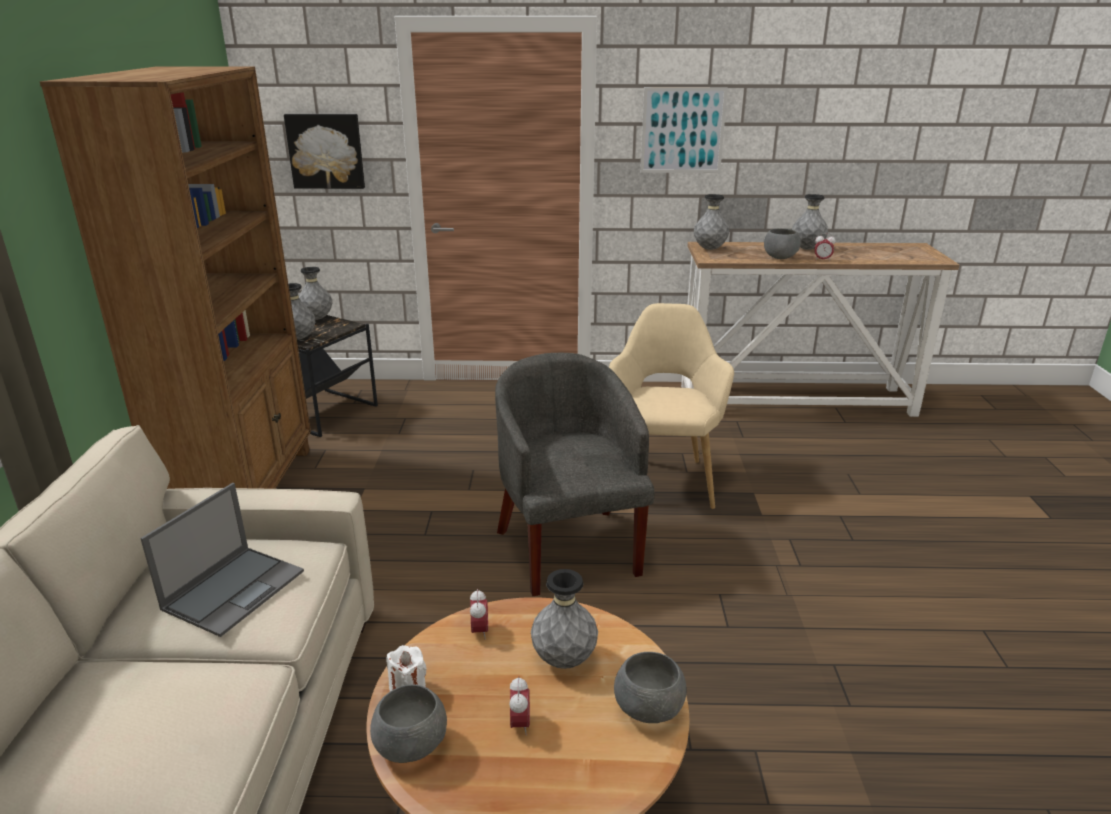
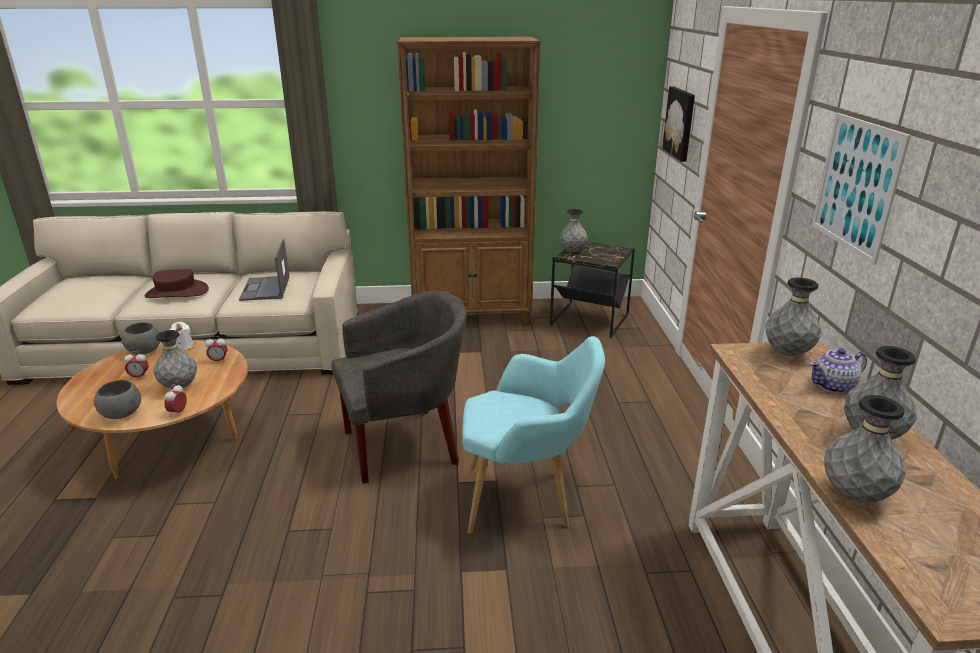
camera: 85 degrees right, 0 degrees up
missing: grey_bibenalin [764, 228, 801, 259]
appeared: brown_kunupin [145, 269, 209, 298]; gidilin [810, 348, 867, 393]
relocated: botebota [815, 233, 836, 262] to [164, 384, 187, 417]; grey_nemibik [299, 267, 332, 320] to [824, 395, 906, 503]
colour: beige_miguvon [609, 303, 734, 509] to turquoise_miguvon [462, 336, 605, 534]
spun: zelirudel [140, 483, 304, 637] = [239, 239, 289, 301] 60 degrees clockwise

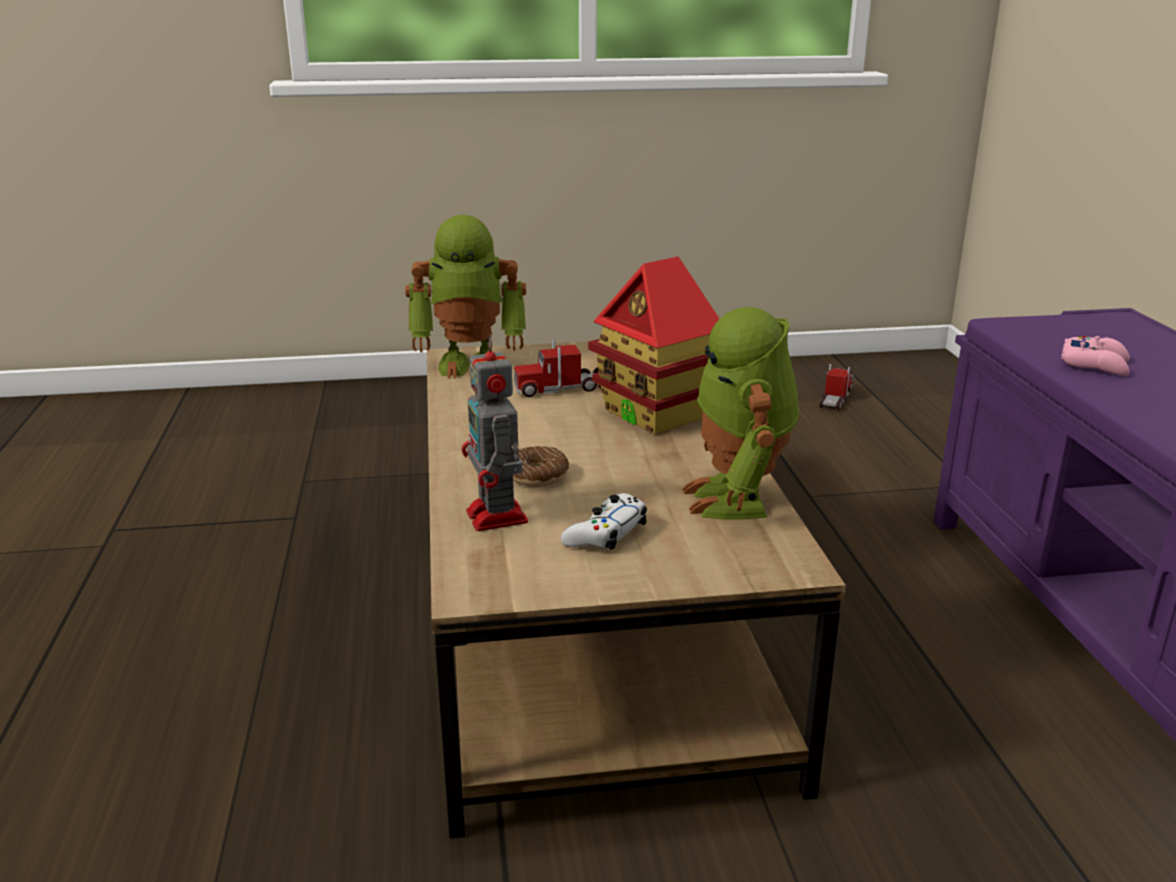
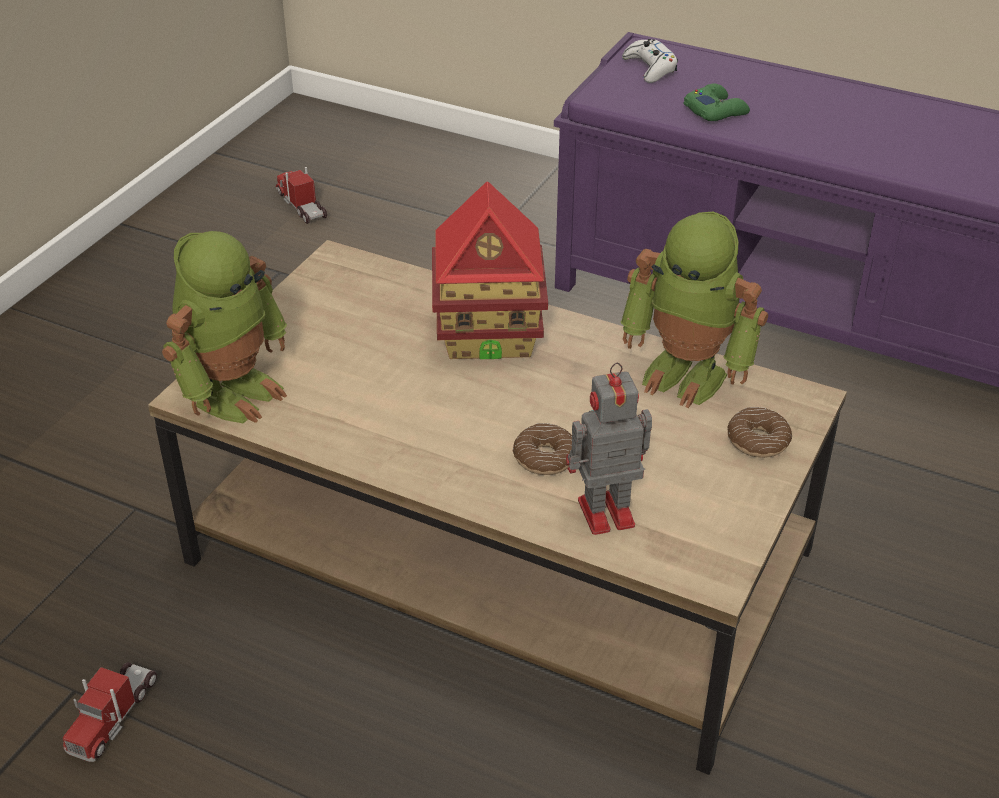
camera: 55 degrees left, 15 degrees up
appeared: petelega [728, 407, 792, 458]
relocated: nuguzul [514, 338, 601, 397] to [63, 662, 157, 762]; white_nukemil [561, 493, 647, 550] to [622, 39, 678, 83]
colour: pink_nukemil [1061, 336, 1130, 376] to green_nukemil [684, 84, 750, 121]
spun: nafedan [462, 334, 528, 531] = [566, 363, 652, 535] 150 degrees clockwise

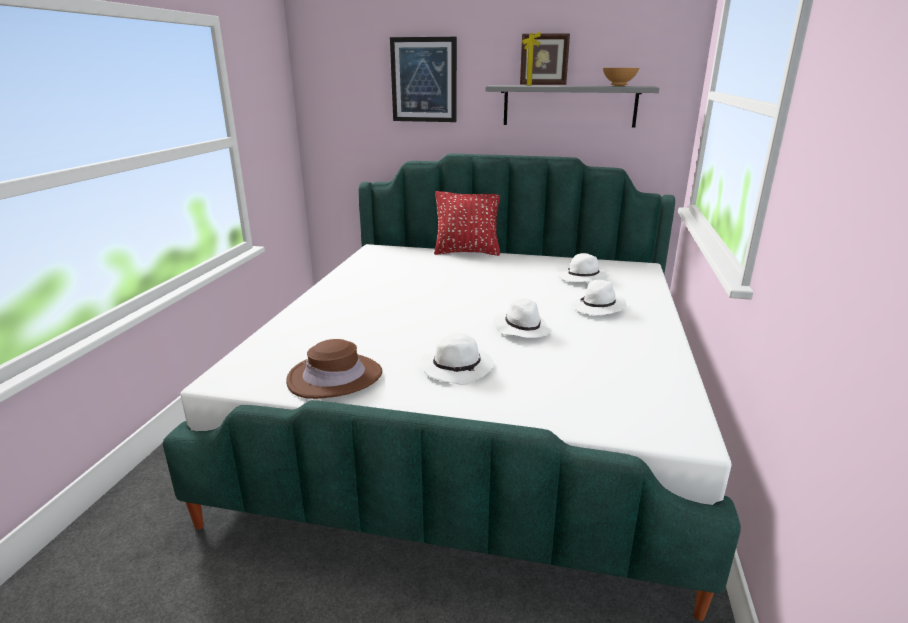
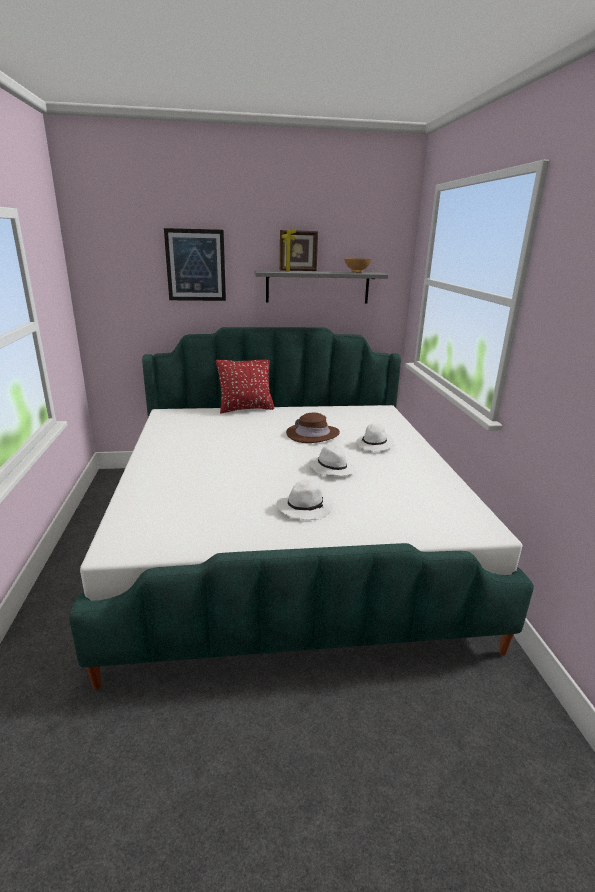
camera: 20 degrees left, 0 degrees up
missing: white_kunupin [558, 253, 609, 282]
relocated: brown_kunupin [286, 339, 382, 399] to [286, 413, 340, 443]

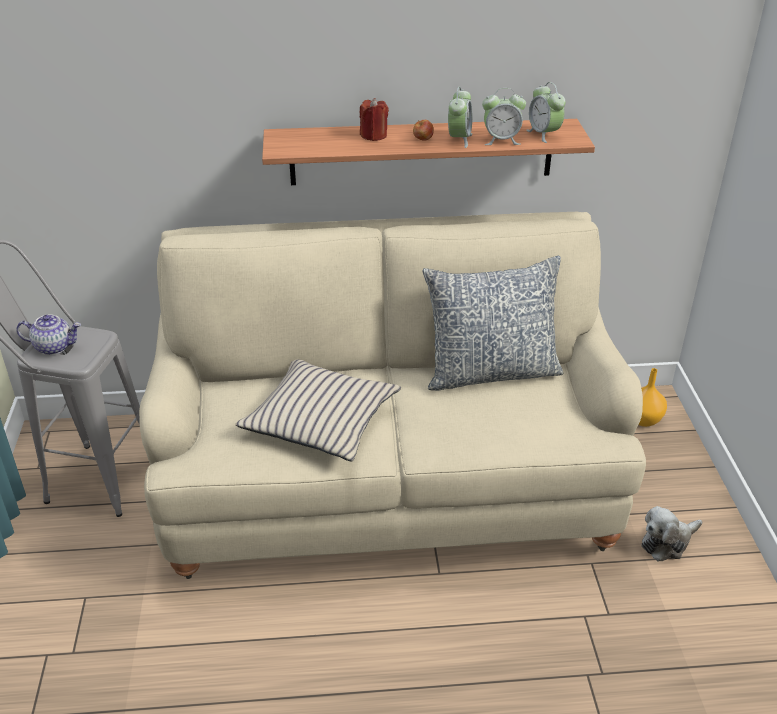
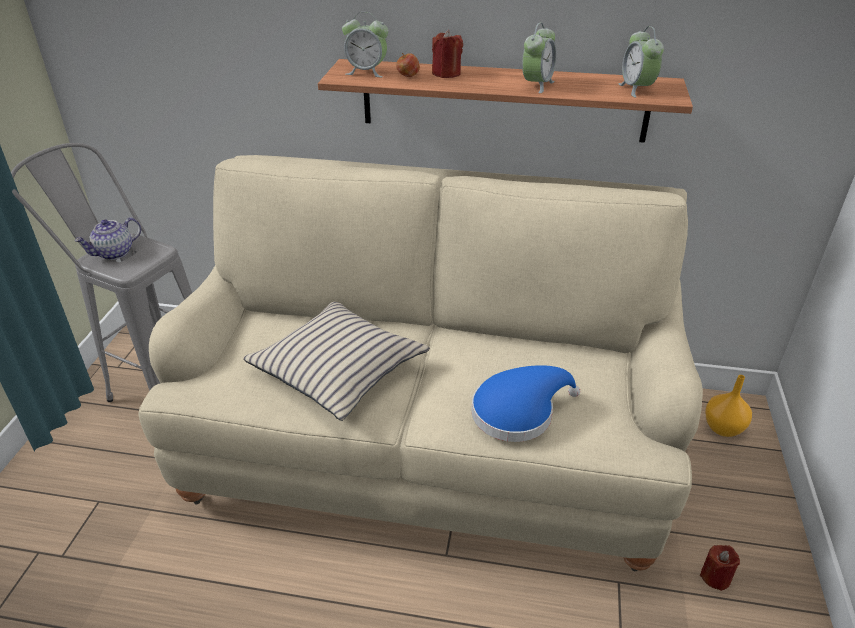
camera: 15 degrees right, 0 degrees up
missing: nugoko [422, 256, 563, 391]
appeared: blue_kunupin [472, 365, 580, 442]
relocated: botebota [482, 88, 526, 145] to [342, 12, 388, 77]; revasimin [413, 120, 434, 141] to [396, 53, 420, 77]
exchanged: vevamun [641, 506, 702, 561] to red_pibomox [700, 545, 740, 591]
spun: gidilin [16, 315, 81, 355] = [74, 218, 141, 260] 120 degrees clockwise

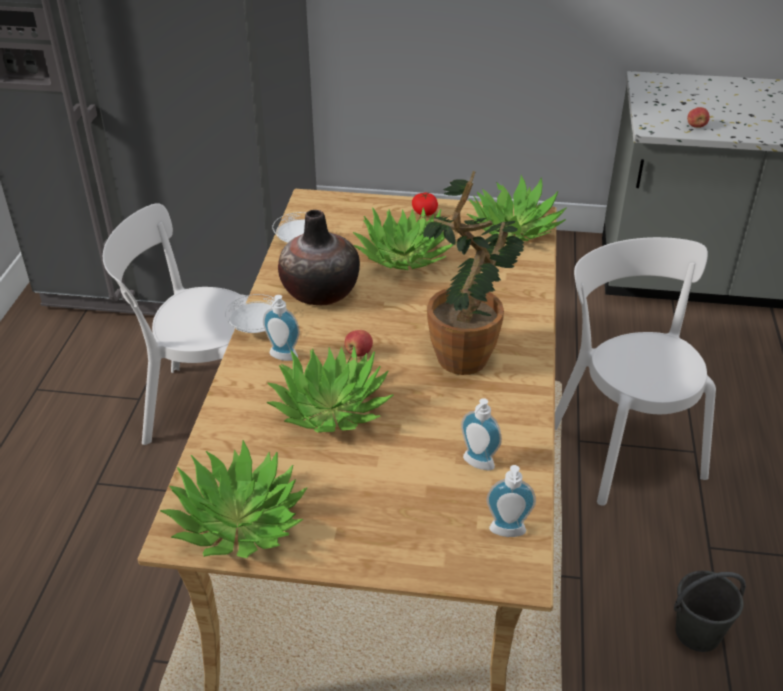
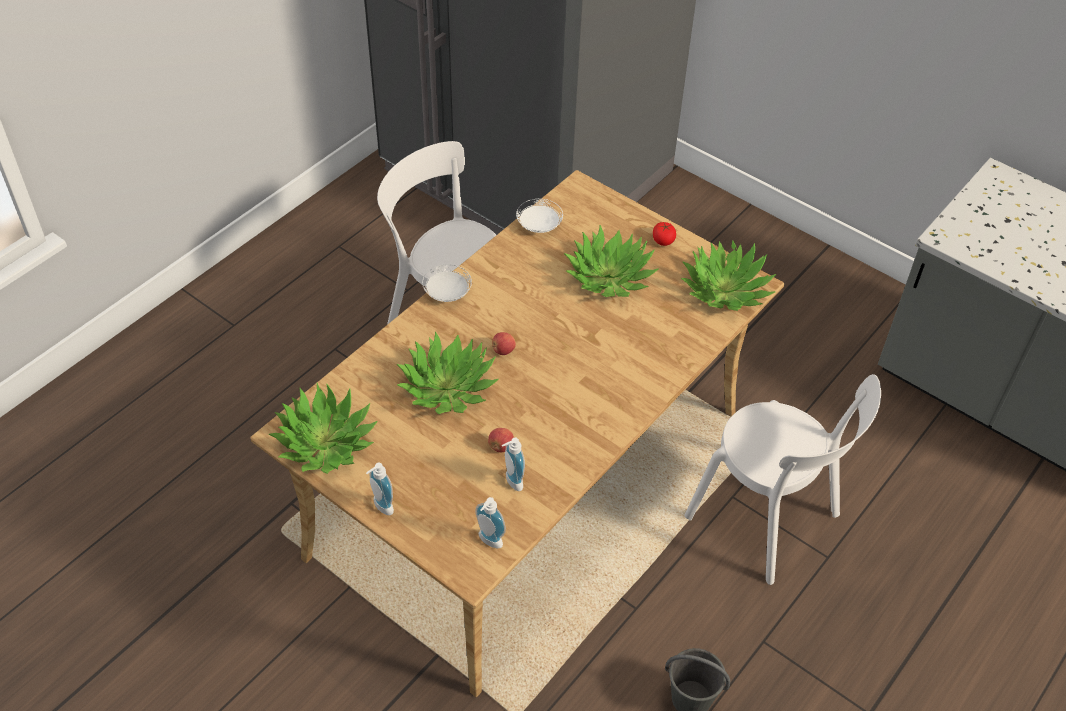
camera: 30 degrees right, 10 degrees up
missing: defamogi [423, 171, 524, 375]; nemibik [278, 210, 360, 305]
relocated: revasimin [687, 107, 710, 128] to [488, 428, 514, 452]; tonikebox [263, 295, 300, 361] to [366, 463, 394, 515]
spun: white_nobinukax [555, 237, 716, 506] = [685, 374, 881, 585] 120 degrees clockwise

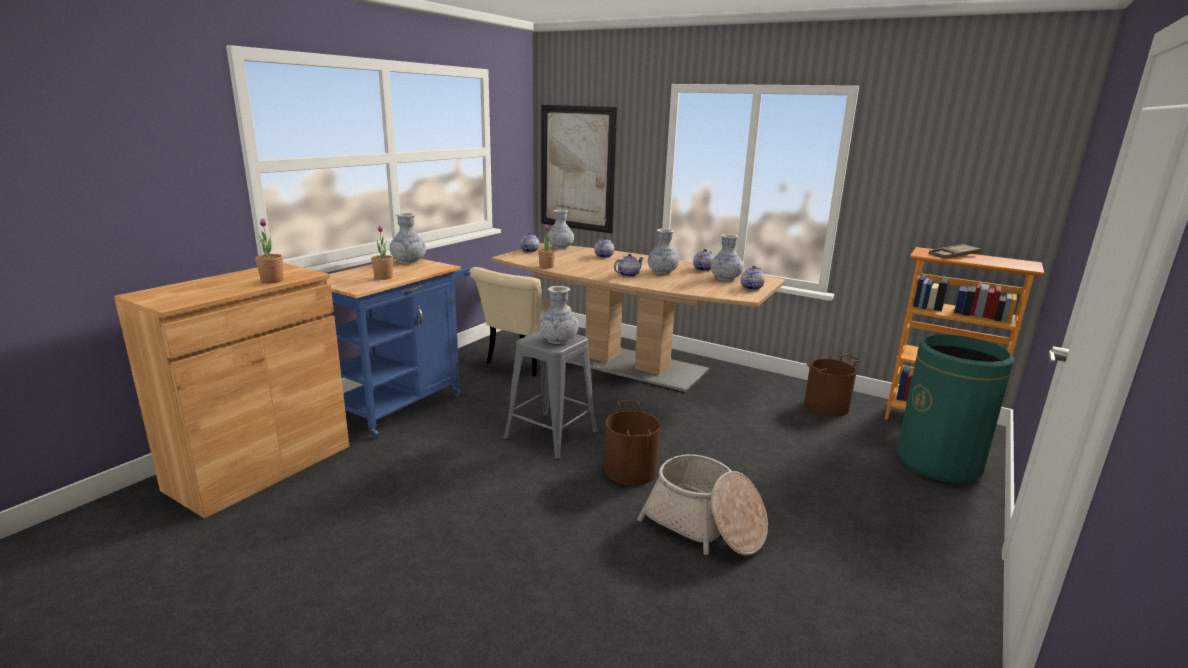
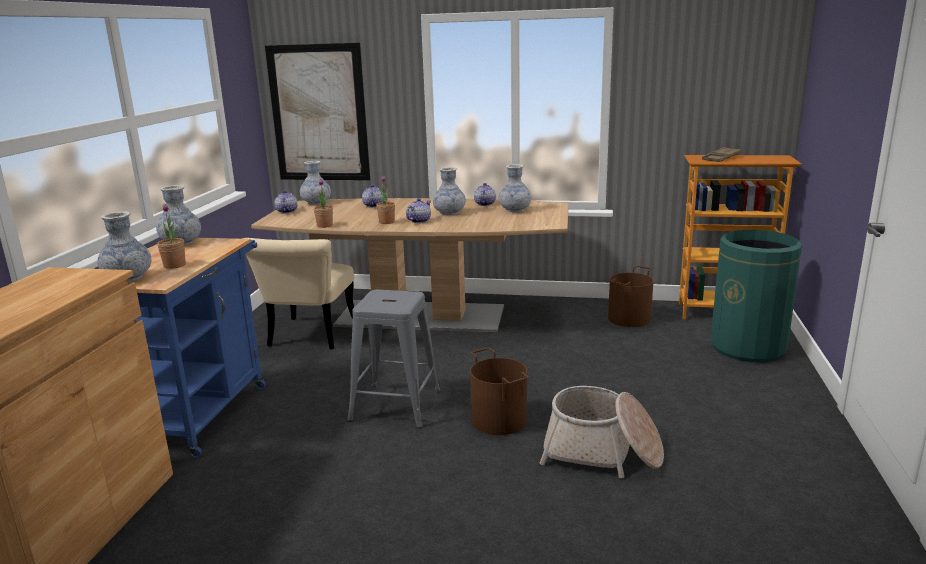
camera: 20 degrees left, 0 degrees up
missing: gidilin [741, 266, 765, 290]
relocated: defamogi [255, 219, 284, 283] to [377, 176, 395, 224]; nemibik [538, 286, 578, 344] to [97, 211, 151, 282]

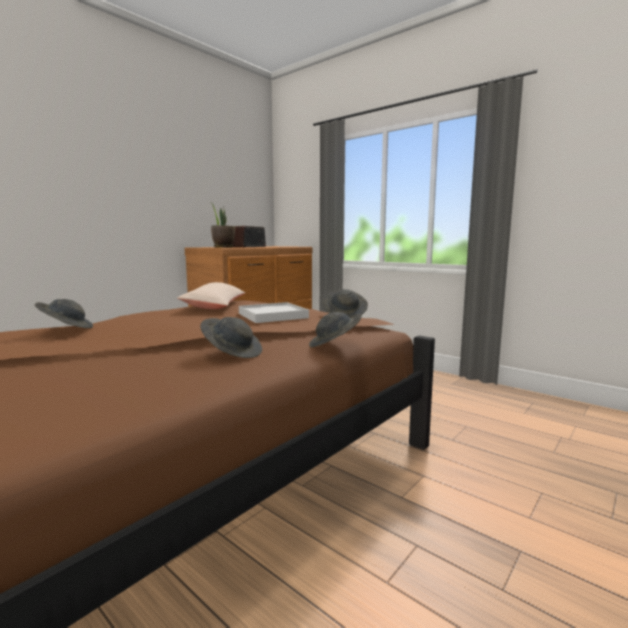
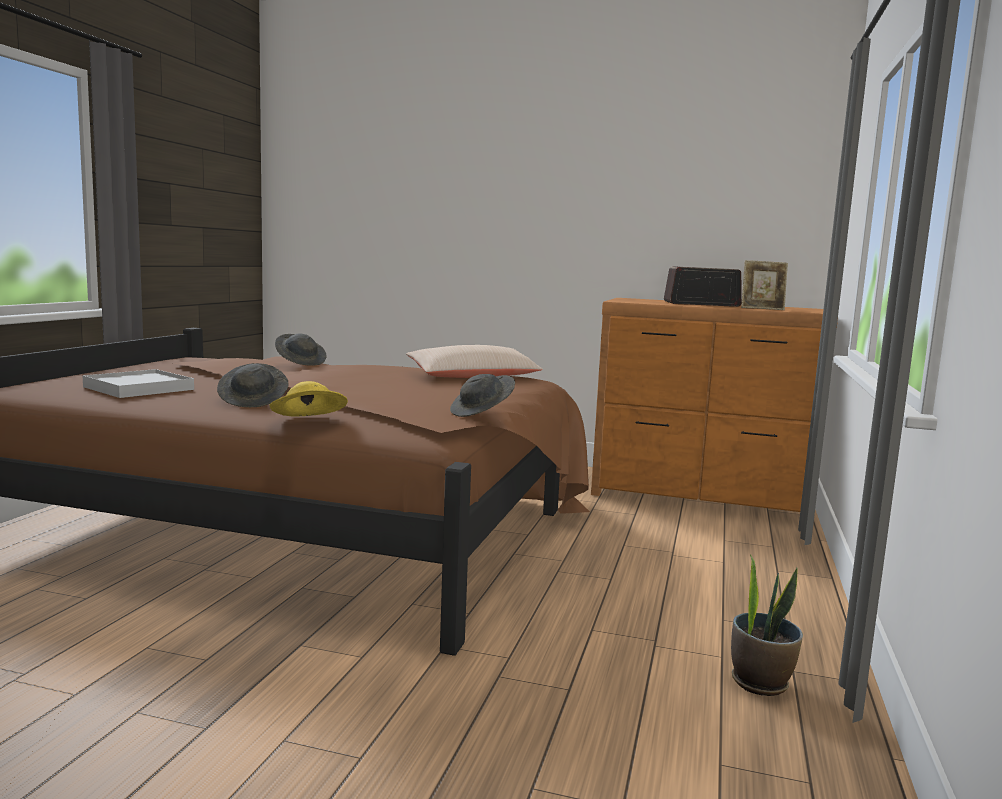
camera: 65 degrees right, 0 degrees up
appeared: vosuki [741, 260, 788, 310]
relocated: defamogi [211, 202, 235, 248] to [731, 554, 803, 696]; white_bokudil [239, 302, 309, 323] to [83, 369, 194, 398]
colour: grey_kunupin [309, 312, 362, 347] to yellow_kunupin [270, 381, 348, 417]

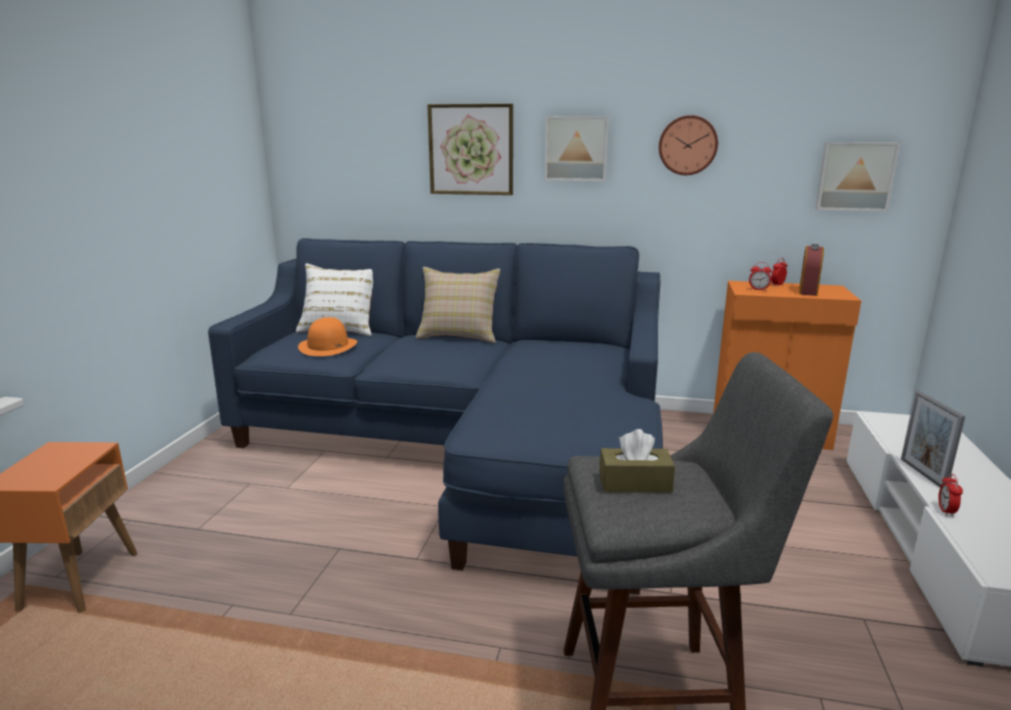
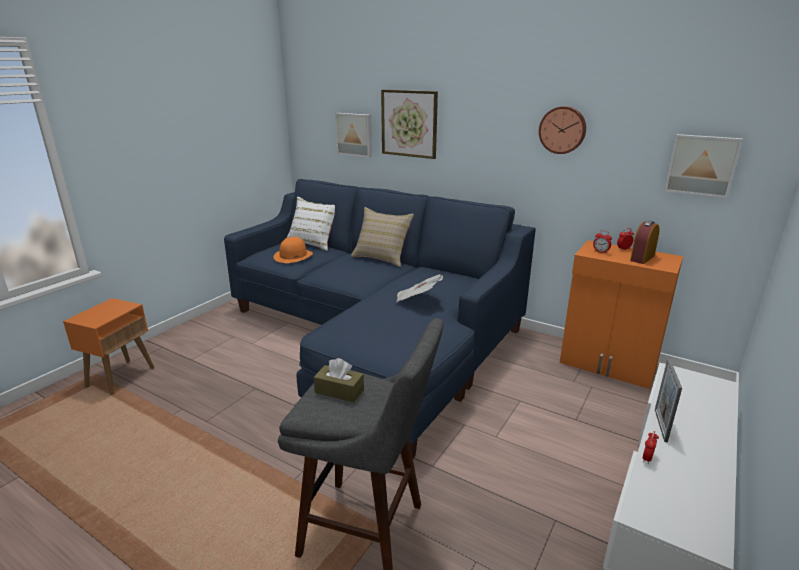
camera: 20 degrees right, 5 degrees up
appeared: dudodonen [396, 274, 443, 302]
relocated: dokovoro [545, 116, 609, 181] to [335, 113, 372, 158]

